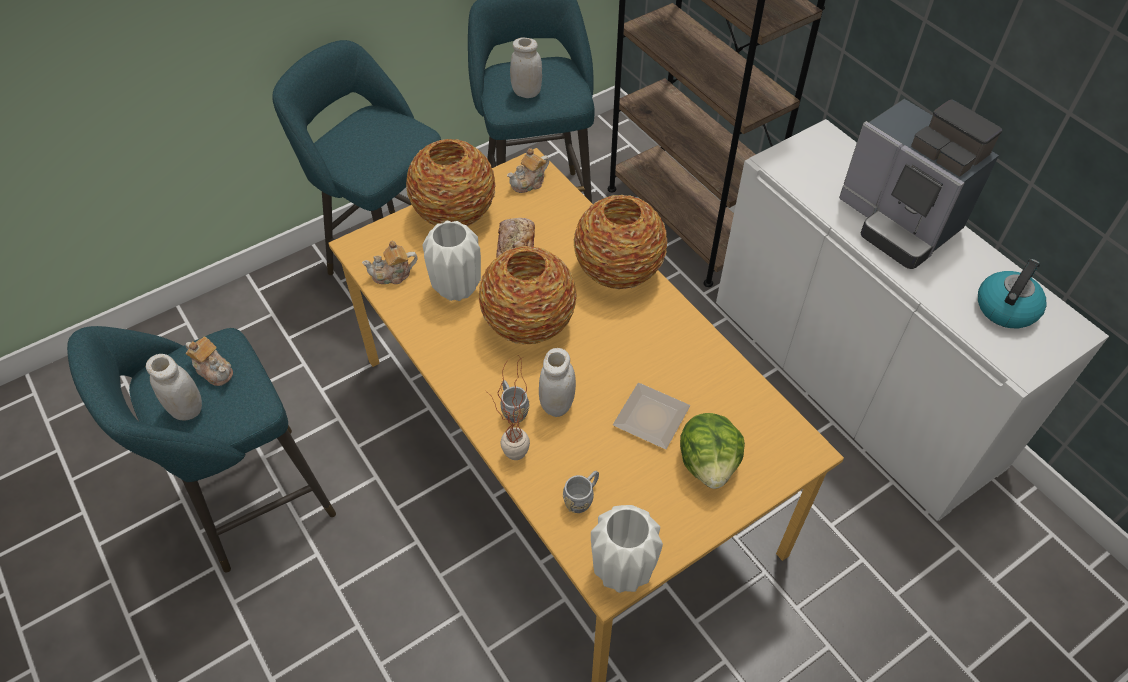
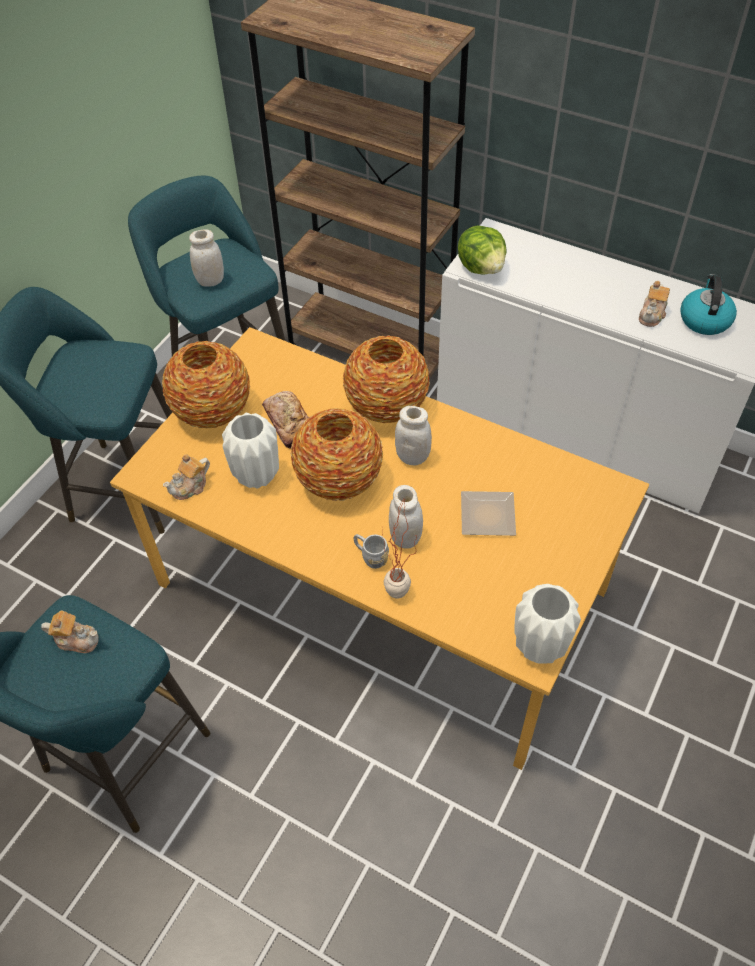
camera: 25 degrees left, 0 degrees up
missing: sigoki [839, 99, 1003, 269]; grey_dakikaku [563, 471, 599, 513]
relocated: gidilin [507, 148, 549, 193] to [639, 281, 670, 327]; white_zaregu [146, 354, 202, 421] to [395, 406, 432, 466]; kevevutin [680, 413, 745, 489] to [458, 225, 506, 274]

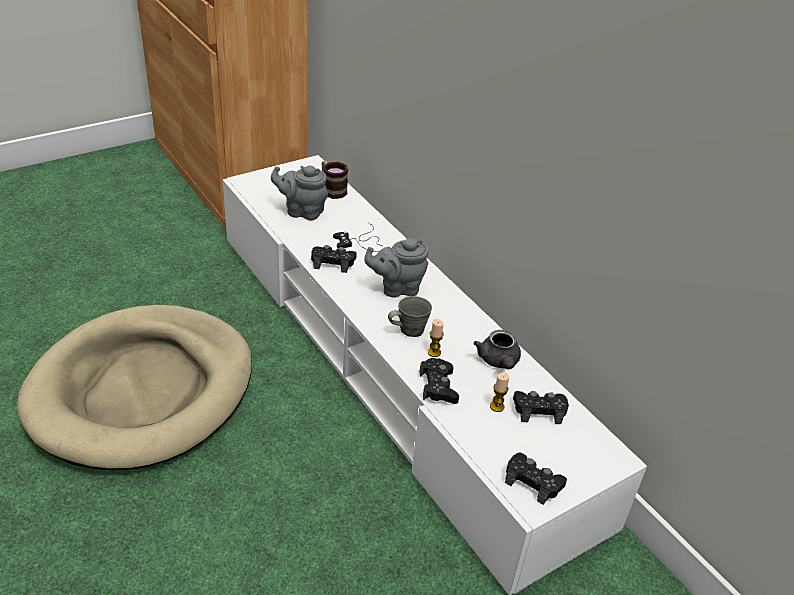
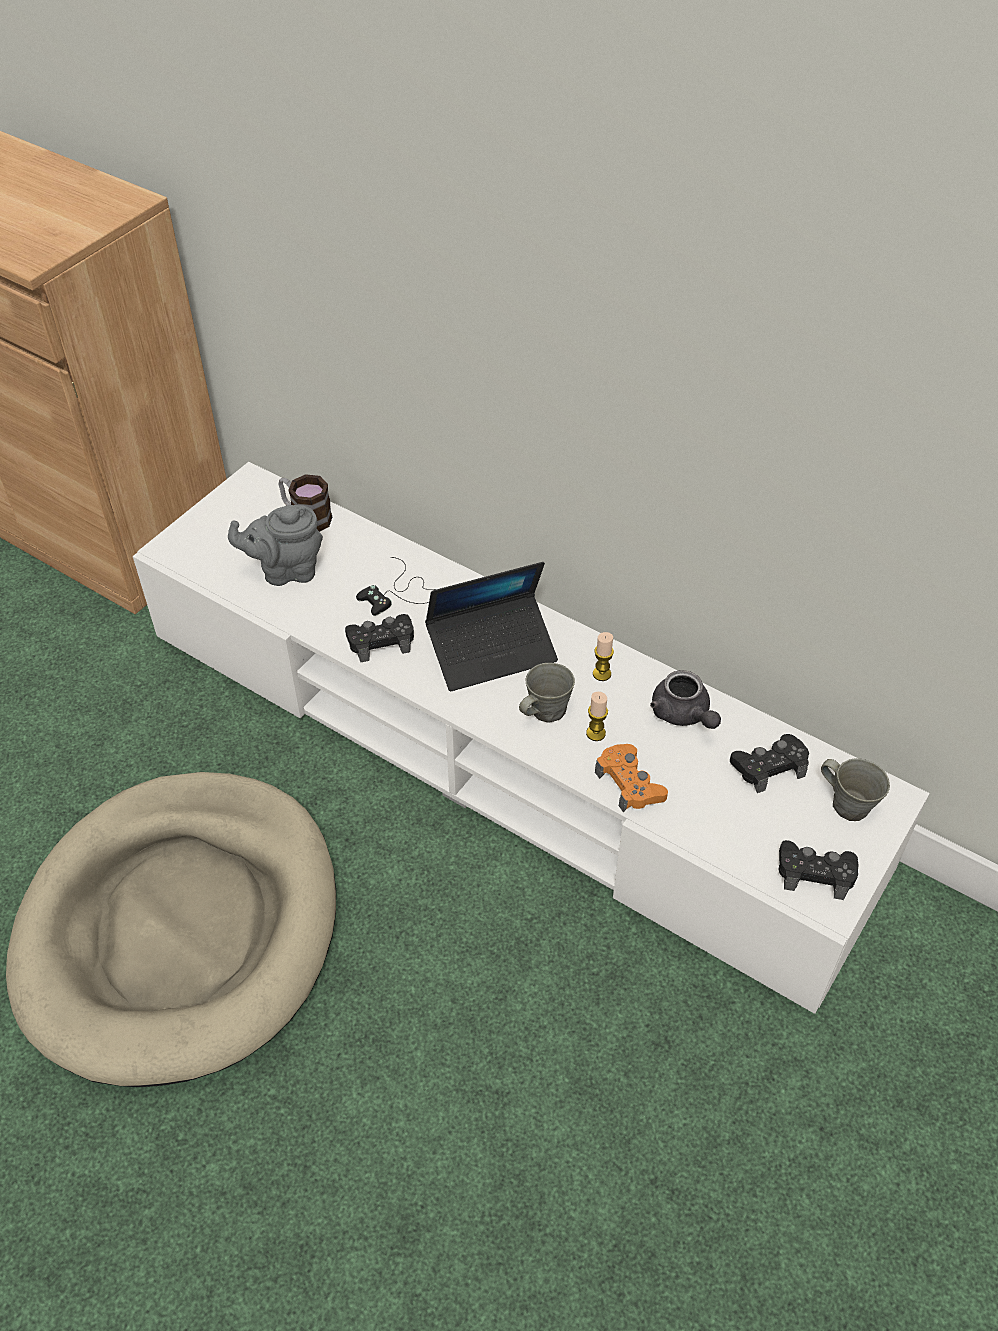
camera: 20 degrees left, 10 degrees up
appeared: grey_dakikaku [821, 758, 890, 821]
relocated: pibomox [490, 373, 509, 412] to [593, 632, 614, 681]
exchanged: grey_gidilin [364, 238, 429, 298] to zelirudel [425, 562, 558, 691]
colour: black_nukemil [419, 358, 459, 404] to orange_nukemil [595, 744, 668, 812]

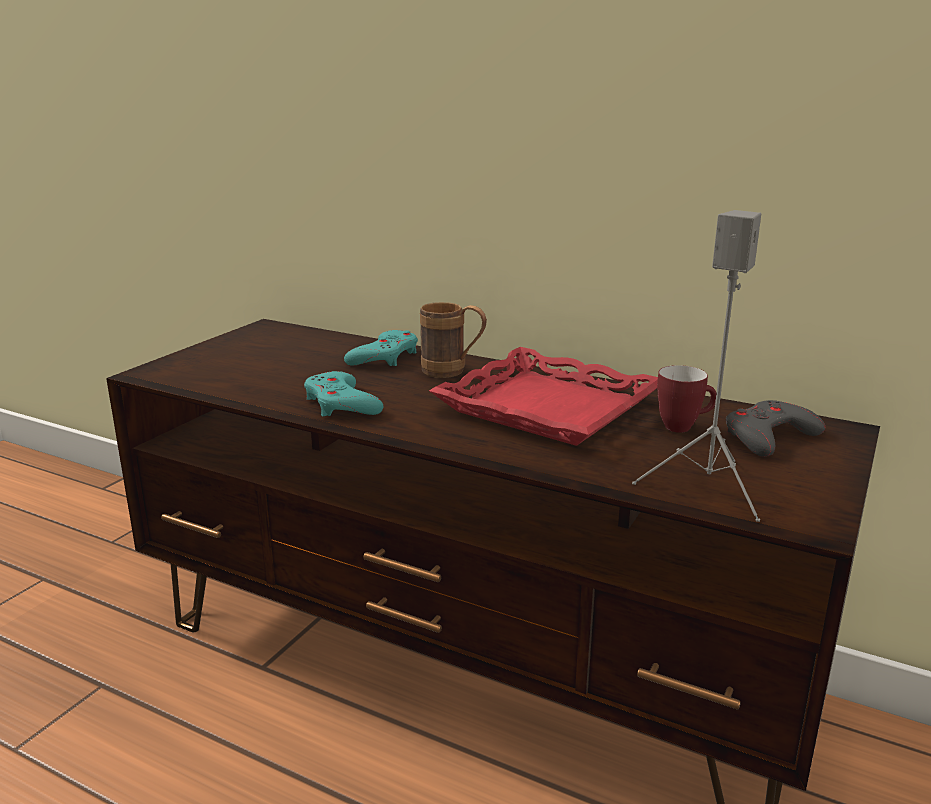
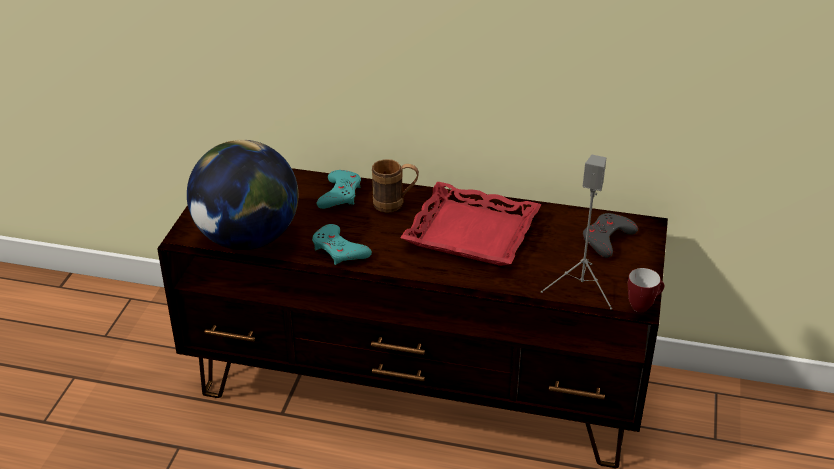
camera: 15 degrees left, 15 degrees up
appeared: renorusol [187, 140, 298, 250]
relocated: dakikaku [657, 365, 717, 433] to [628, 268, 664, 312]

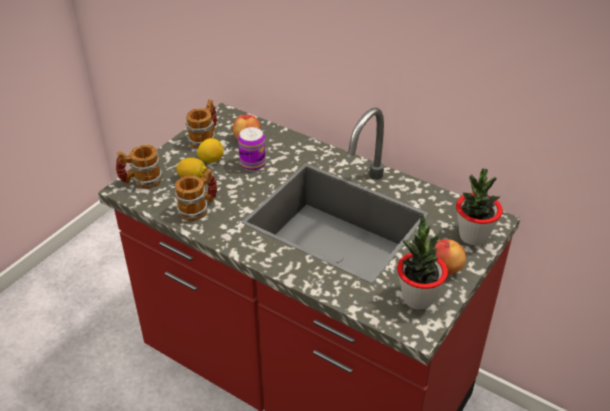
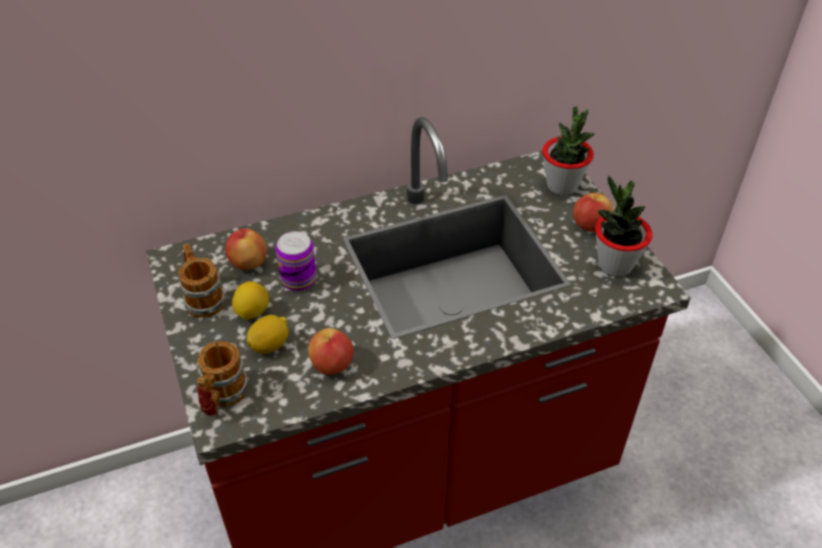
camera: 55 degrees left, 5 degrees up
exchanged: dakikaku [175, 169, 217, 221] to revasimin [308, 328, 354, 375]

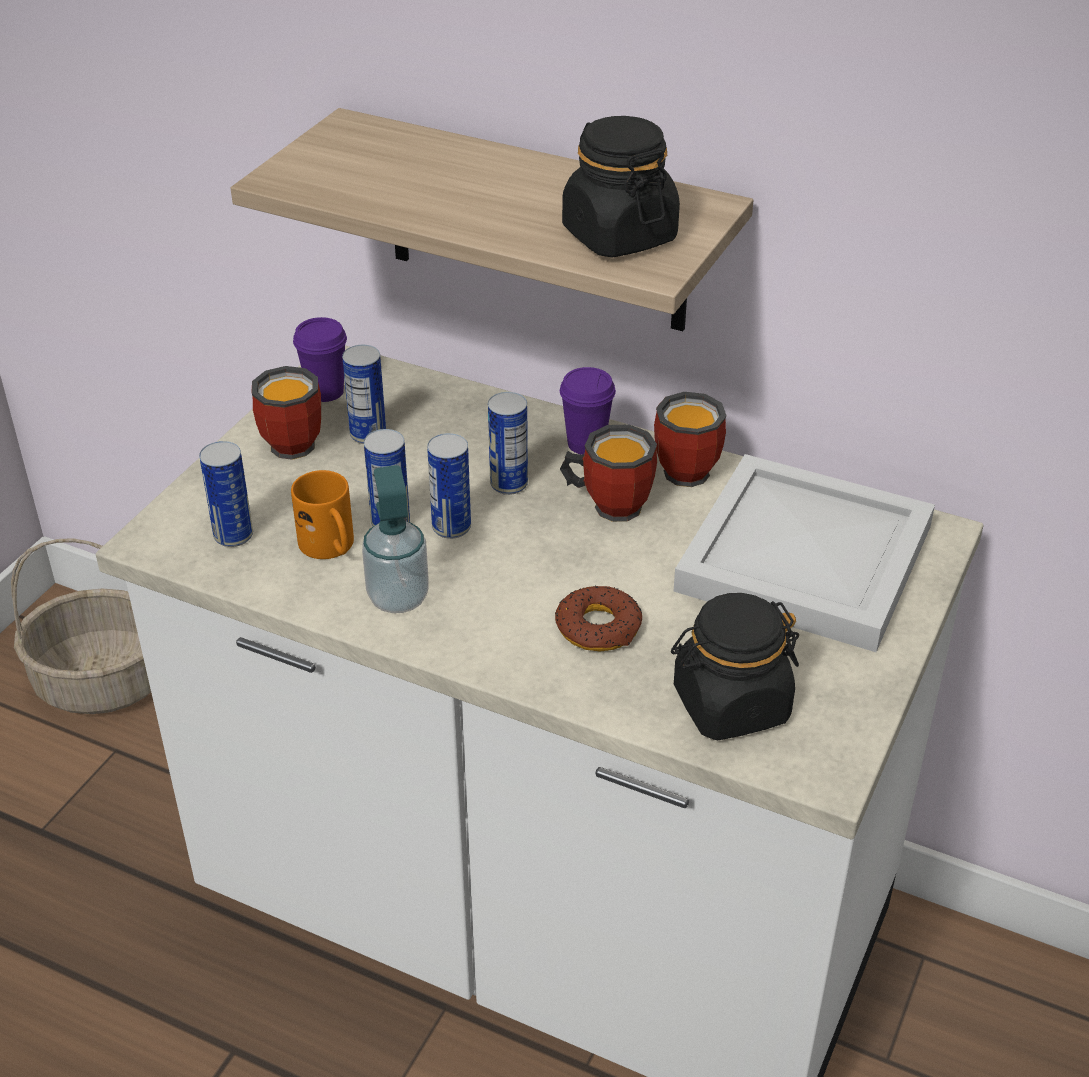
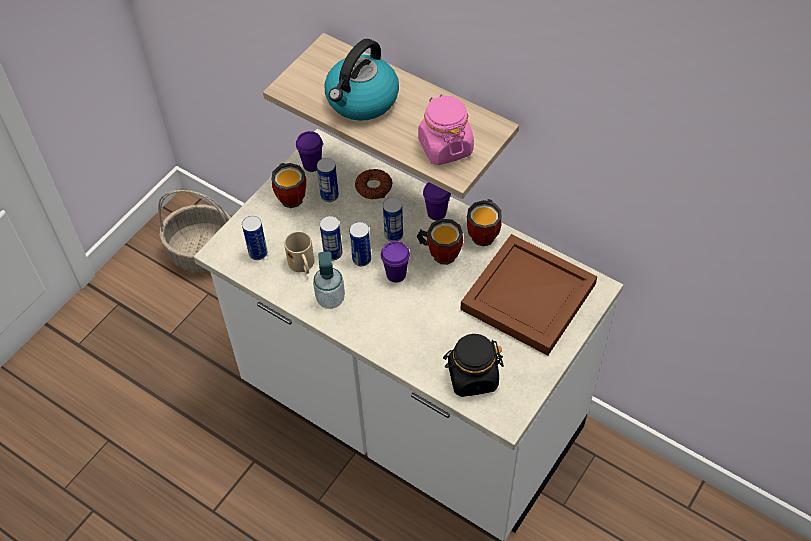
camera: 10 degrees right, 15 degrees up
appeared: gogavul [325, 39, 399, 121]; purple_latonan [381, 241, 410, 283]
relocated: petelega [555, 586, 642, 652] to [355, 169, 393, 199]
colour: black_zaregu [562, 116, 680, 257] to pink_zaregu [418, 94, 474, 165]; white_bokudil [673, 454, 935, 652] to brown_bokudil [461, 234, 597, 356]; orange_dakikaku [291, 470, 354, 559] to beige_dakikaku [284, 231, 314, 274]

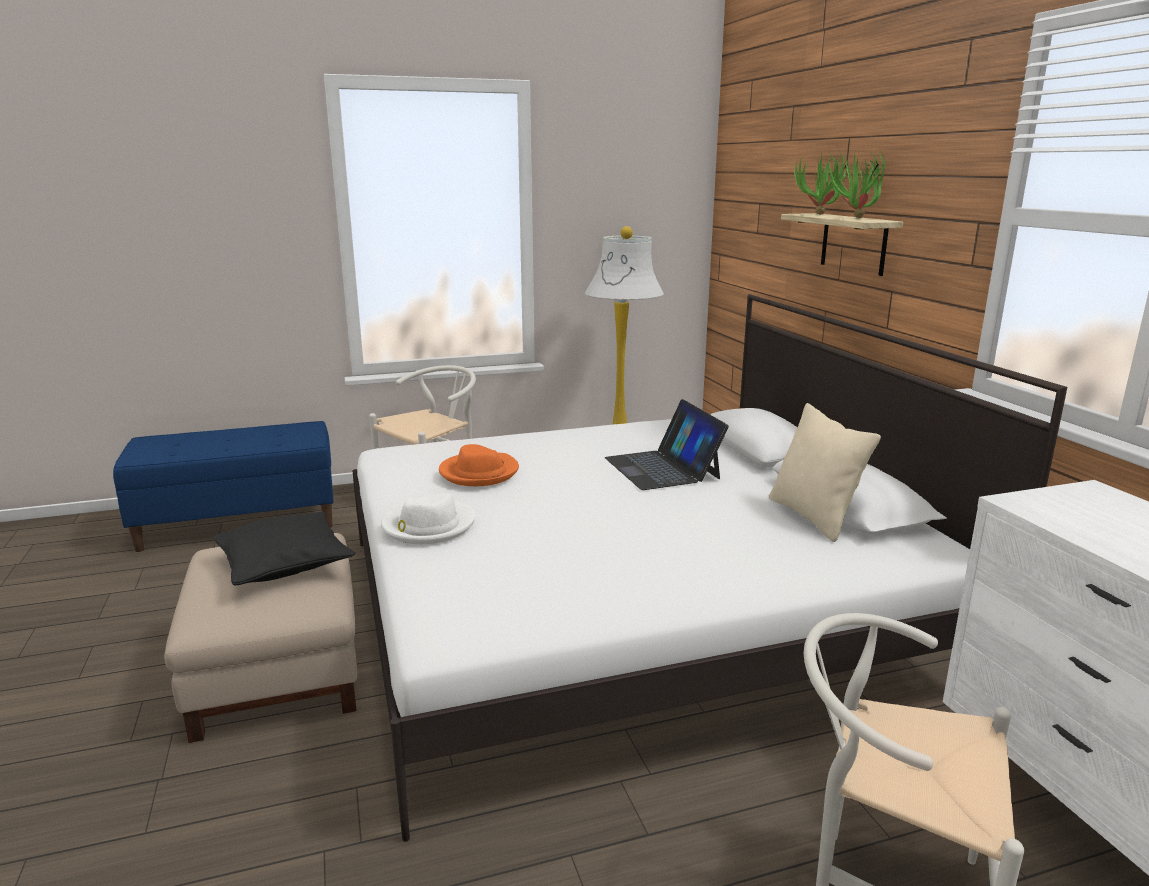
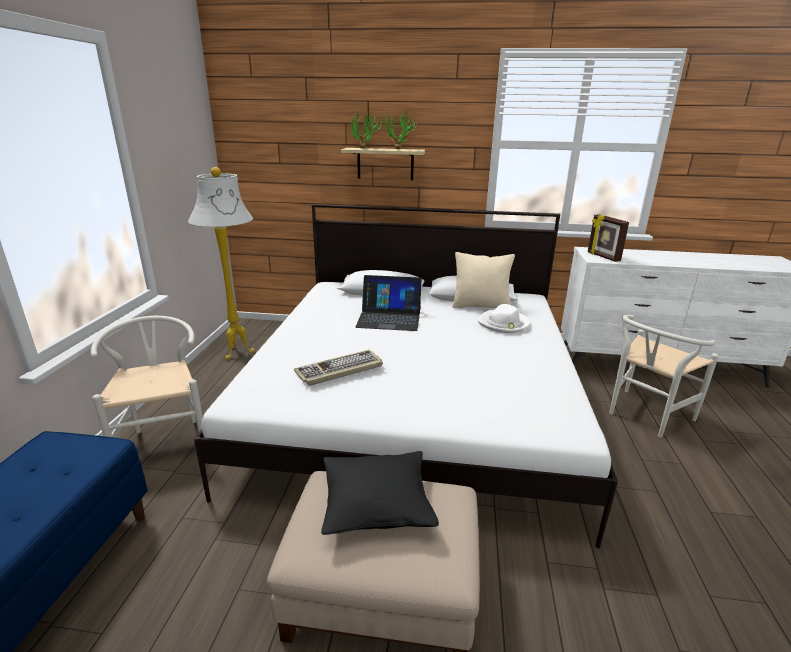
camera: 65 degrees left, 5 degrees up
appeared: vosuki [588, 214, 629, 262]
relocated: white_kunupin [381, 493, 476, 544] to [478, 304, 530, 333]
exchanged: orange_kunupin [439, 444, 519, 486] to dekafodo [294, 350, 383, 386]

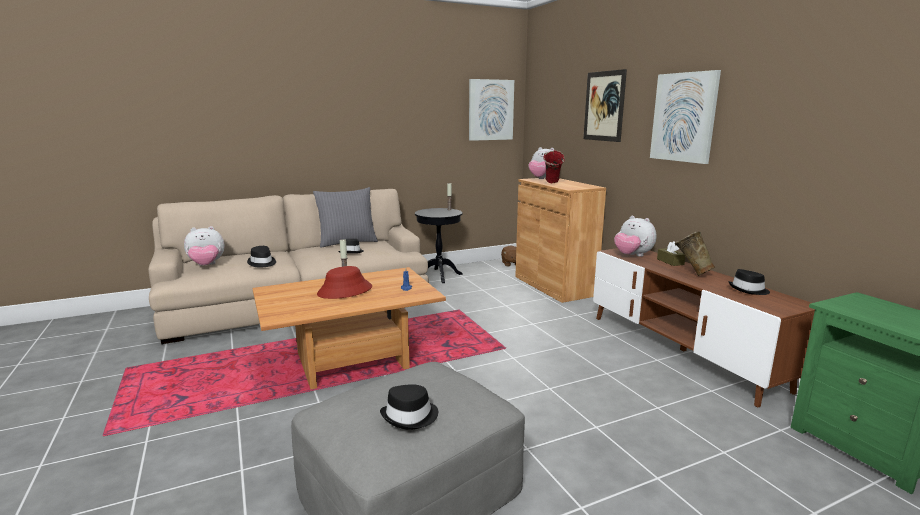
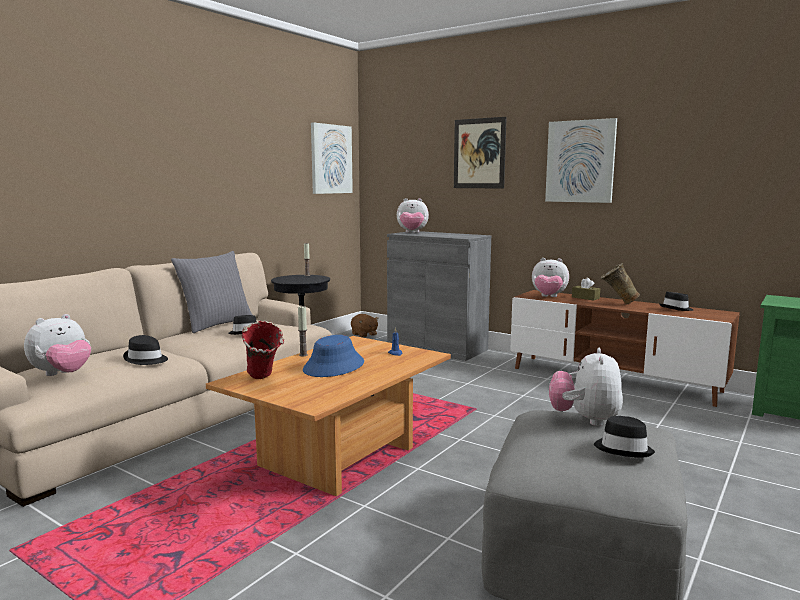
camera: 30 degrees left, 5 degrees down
appeared: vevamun [549, 348, 623, 426]
relocated: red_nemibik [543, 150, 565, 183] to [242, 320, 284, 379]
colour: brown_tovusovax [515, 178, 606, 303] to grey_tovusovax [387, 231, 491, 361]; red_kunupin [317, 266, 372, 299] to blue_kunupin [303, 335, 364, 377]

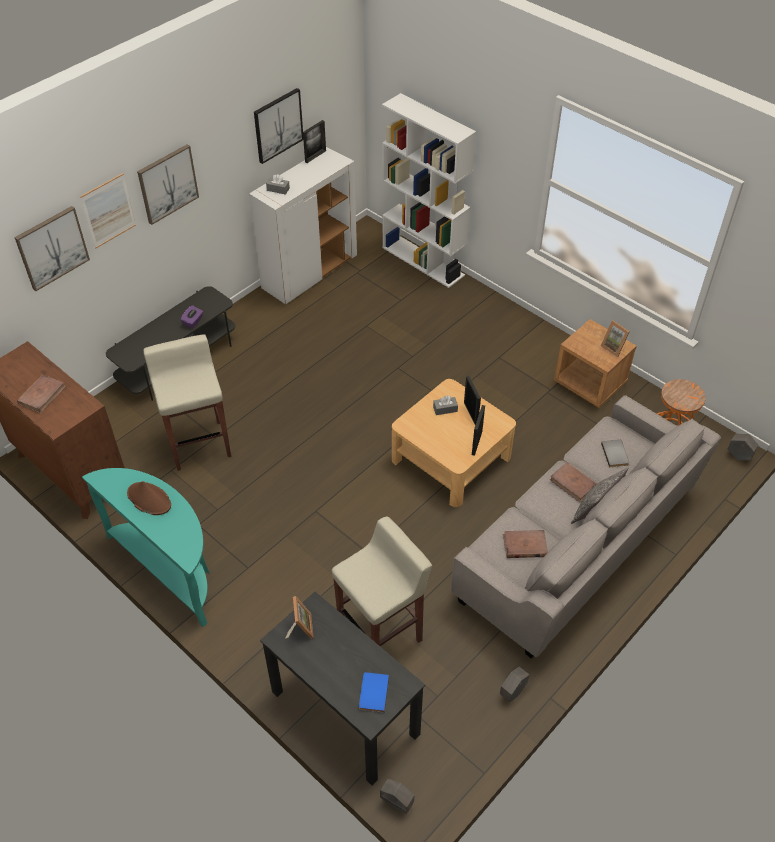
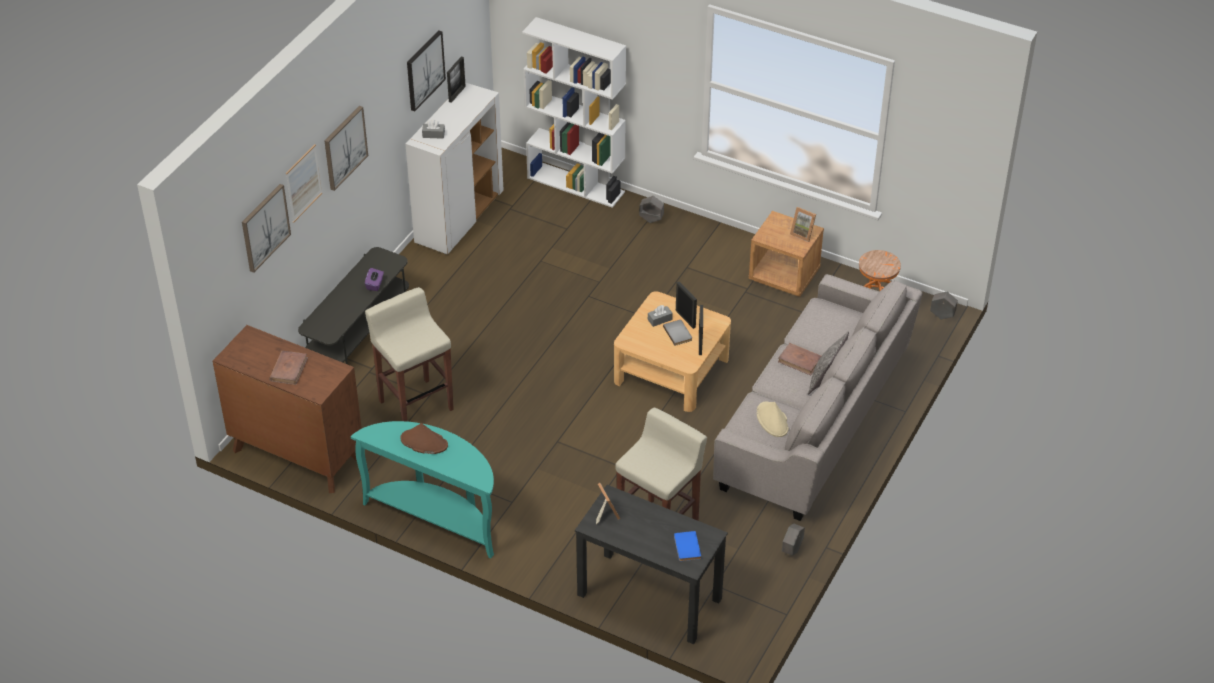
camera: 15 degrees left, 5 degrees down
relocated: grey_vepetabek [601, 440, 629, 467] to [663, 320, 692, 346]; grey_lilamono [380, 779, 414, 814] to [639, 196, 664, 223]
exchanged: brown_vepetabek [503, 530, 548, 558] to beige_kunupin [757, 402, 789, 437]

